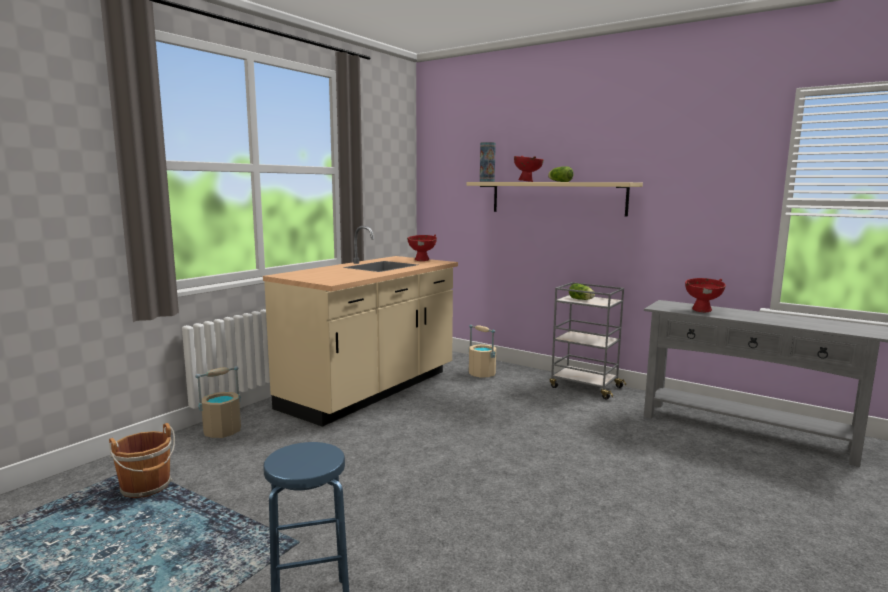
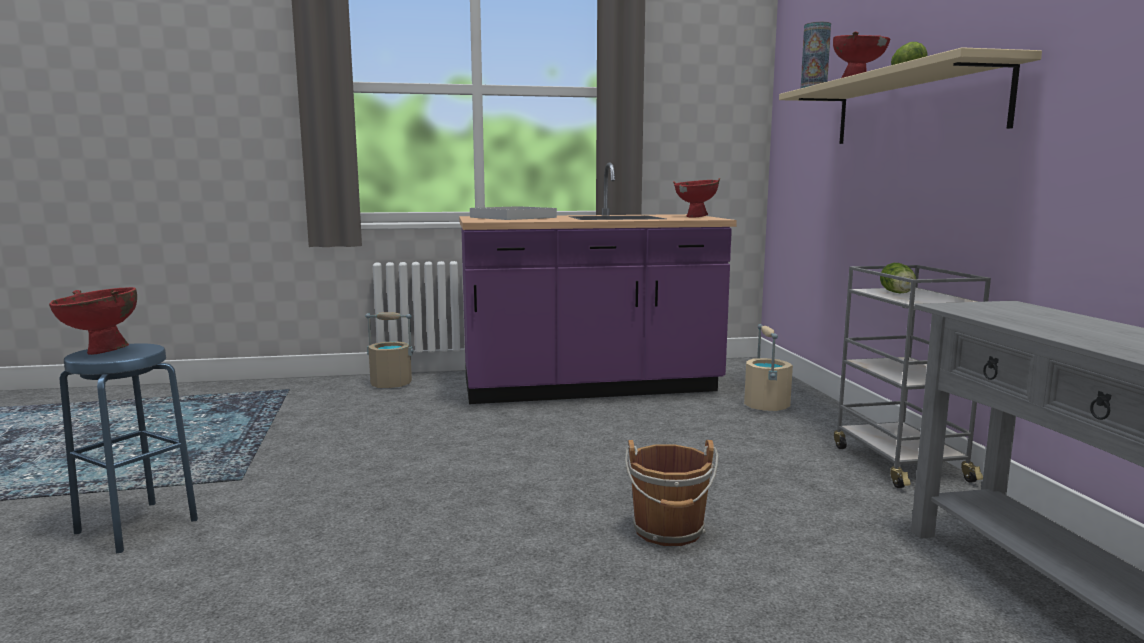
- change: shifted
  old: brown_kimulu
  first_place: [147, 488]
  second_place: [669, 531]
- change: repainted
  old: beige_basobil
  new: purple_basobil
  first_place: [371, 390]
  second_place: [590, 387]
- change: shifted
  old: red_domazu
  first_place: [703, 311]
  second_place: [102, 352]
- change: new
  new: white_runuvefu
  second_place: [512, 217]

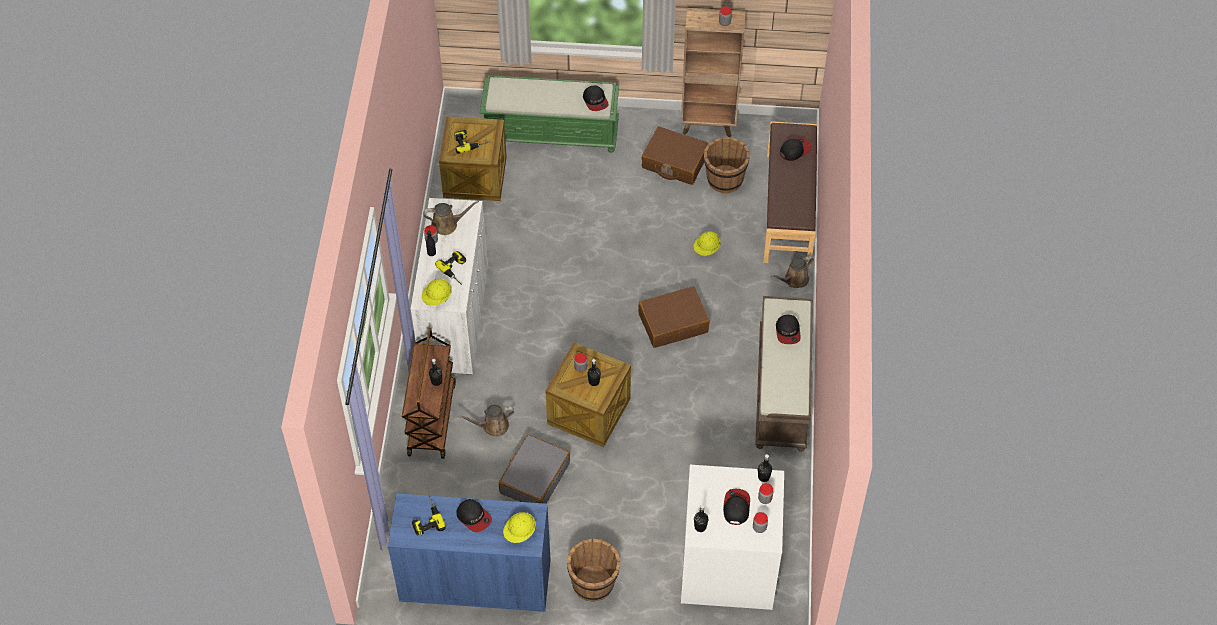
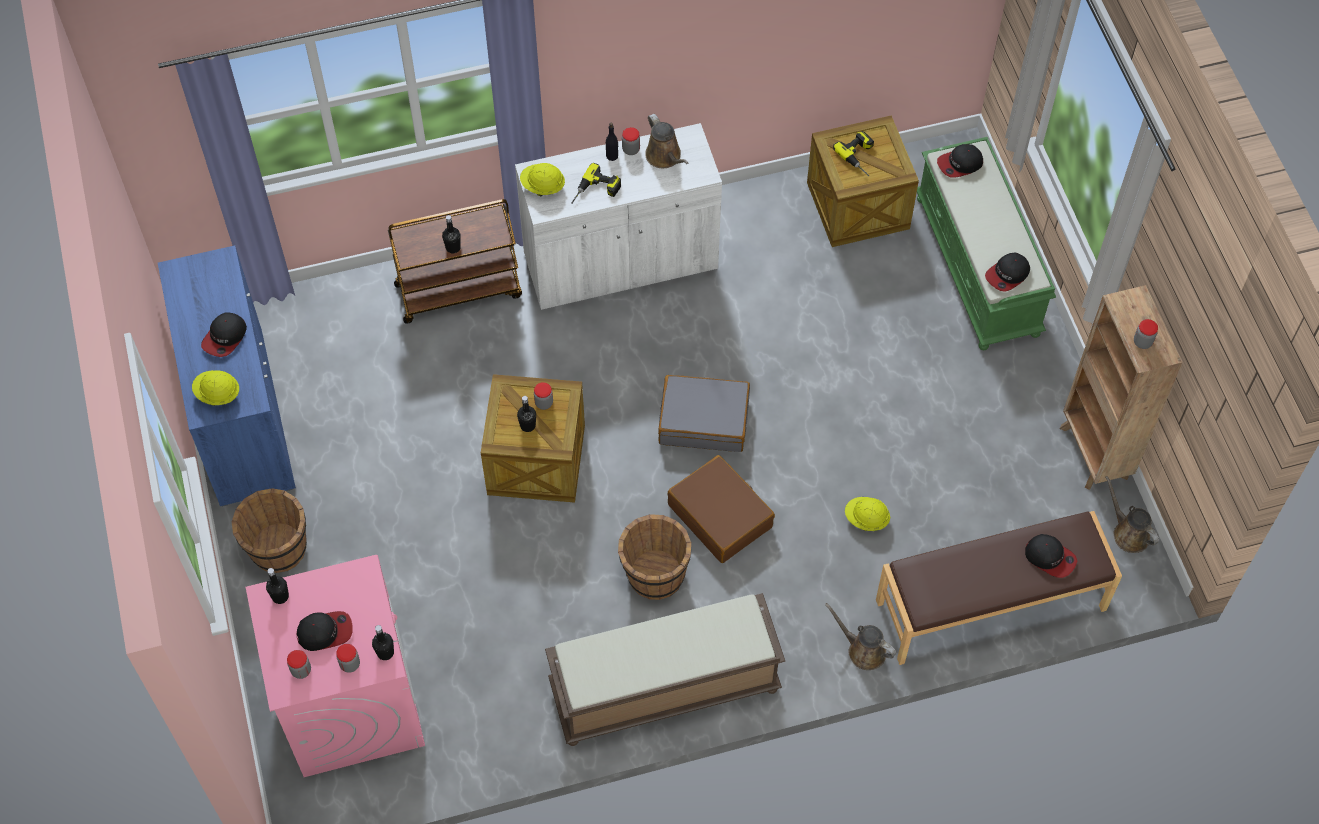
- change: gone
  old: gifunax
  first_place: [426, 518]
- change: shifted
  old: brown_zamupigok
  first_place: [492, 426]
  second_place: [1128, 533]
- change: shifted
  old: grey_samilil
  first_place: [534, 477]
  second_place: [704, 420]
- change: gone
  old: brown_samilil
  first_place: [674, 162]
- change: repainted
  old: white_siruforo
  new: pink_siruforo
  first_place: [727, 567]
  second_place: [351, 701]
- change: shifted
  old: brown_kimulu
  first_place: [724, 180]
  second_place: [654, 574]
- change: shifted
  old: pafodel
  first_place: [788, 332]
  second_place: [960, 164]

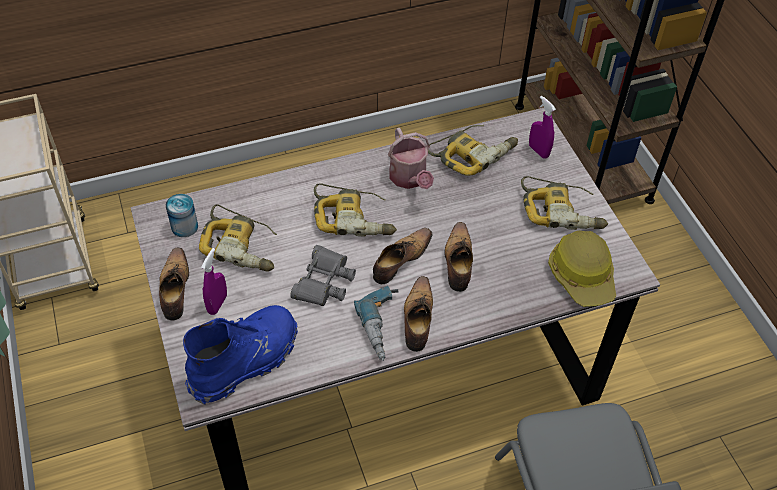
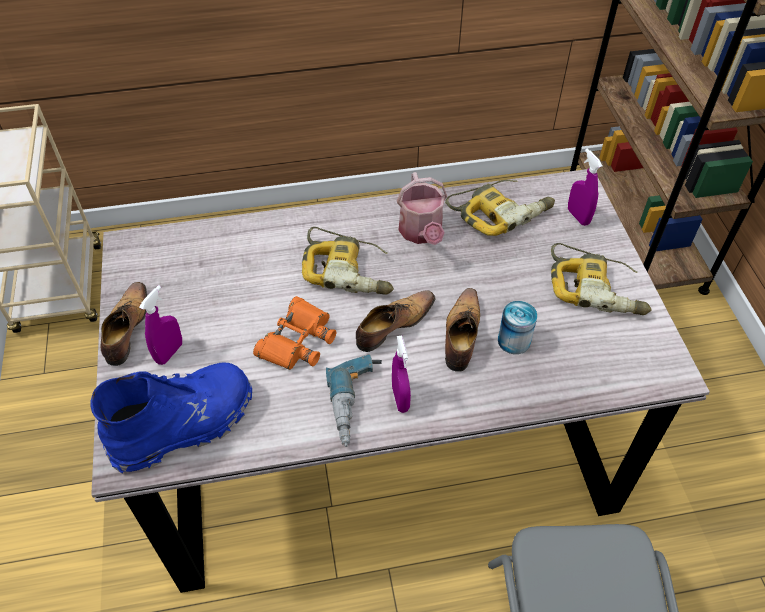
- change: shifted
  old: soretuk
  first_place: [184, 227]
  second_place: [514, 340]
- change: gone
  old: gifunax
  first_place: [242, 245]
- change: repainted
  old: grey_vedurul
  new: orange_vedurul
  first_place: [323, 281]
  second_place: [297, 340]
- change: swapped
  old: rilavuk
  new: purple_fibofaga
  first_place: [418, 318]
  second_place: [400, 398]
- change: gone
  old: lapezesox
  first_place: [582, 275]

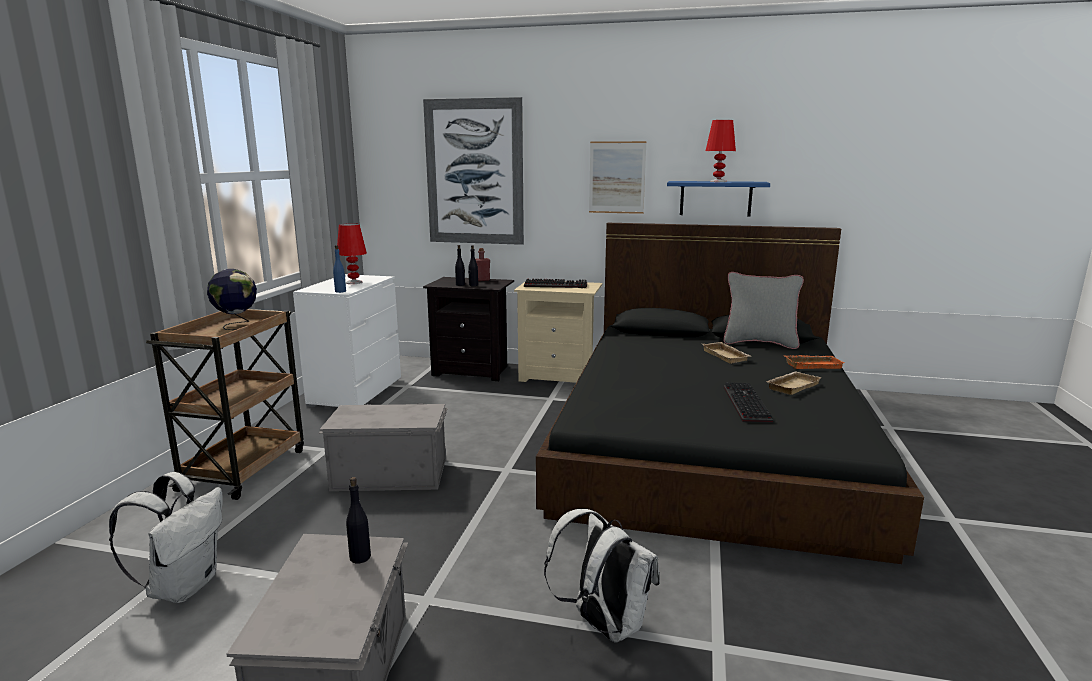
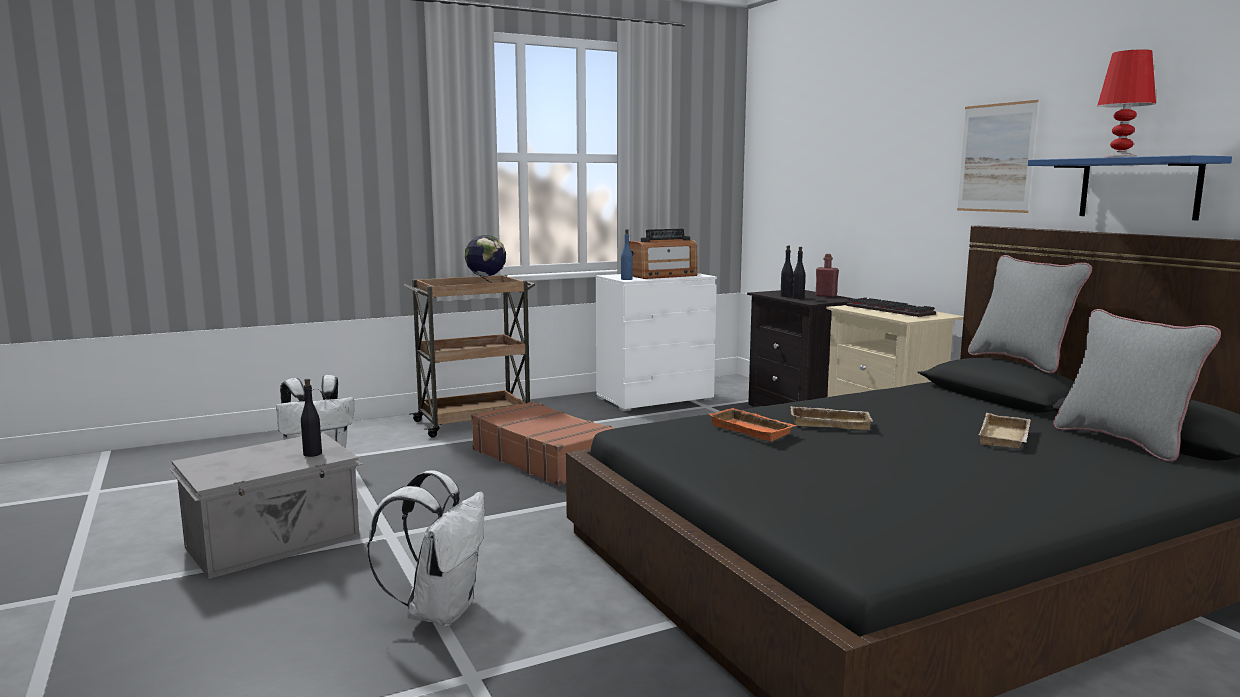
- change: swapped
  old: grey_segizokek
  new: brown_samilil
  first_place: [389, 473]
  second_place: [545, 458]
- change: swapped
  old: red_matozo
  new: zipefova
  first_place: [354, 282]
  second_place: [663, 276]
- change: gone
  old: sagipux
  first_place: [474, 172]
- change: gone
  old: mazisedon
  first_place: [744, 403]
- change: shifted
  old: beige_runuvefu
  first_place: [792, 386]
  second_place: [831, 423]
- change: shifted
  old: orange_runuvefu
  first_place: [813, 365]
  second_place: [753, 430]
- change: new
  new: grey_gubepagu
  second_place: [1021, 362]

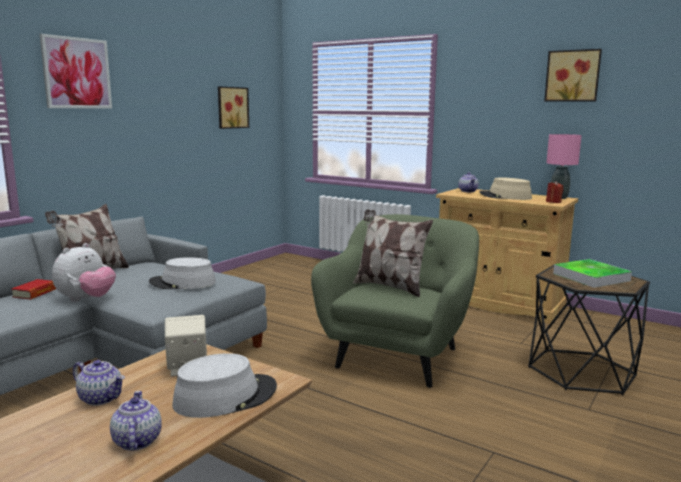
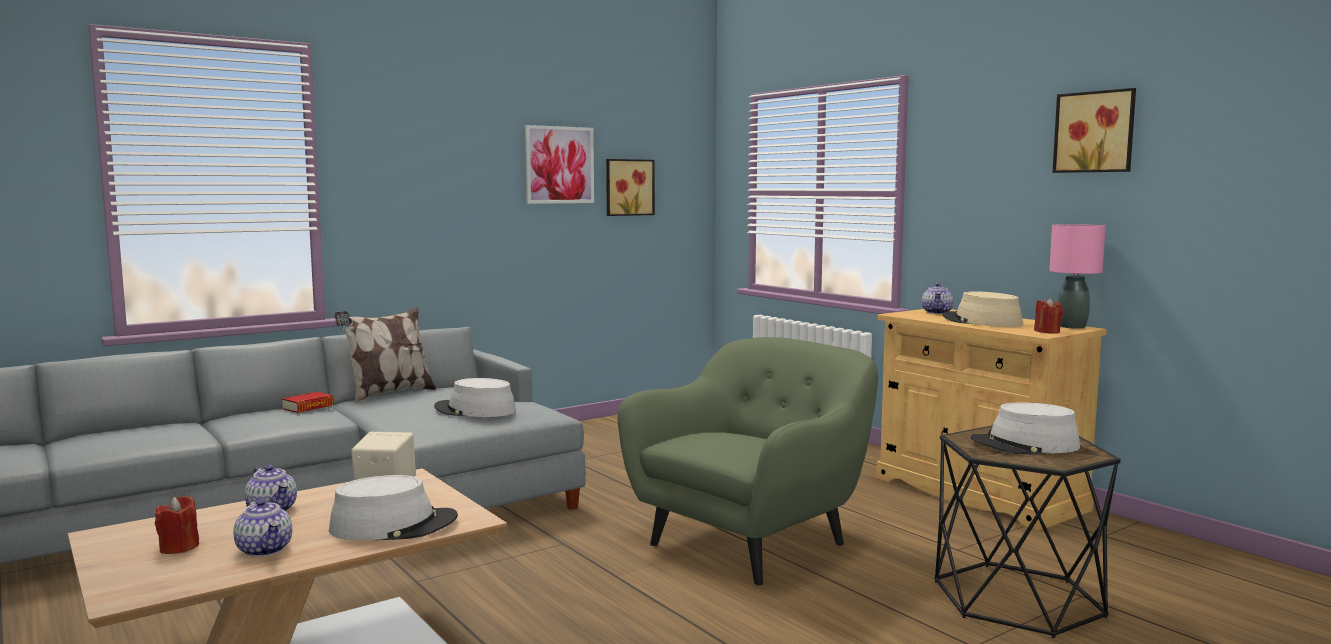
- change: shifted
  old: sagipux
  first_place: [77, 73]
  second_place: [559, 165]
- change: gone
  old: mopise
  first_place: [86, 299]
- change: rotated
  old: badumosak
  first_place: [136, 441]
  second_place: [265, 550]
  degrees: 135
- change: gone
  old: gubepagu
  first_place: [389, 286]
- change: swapped
  old: runuvefu
  new: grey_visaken
  first_place: [591, 277]
  second_place: [1025, 445]
- change: new
  new: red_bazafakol
  second_place: [179, 547]

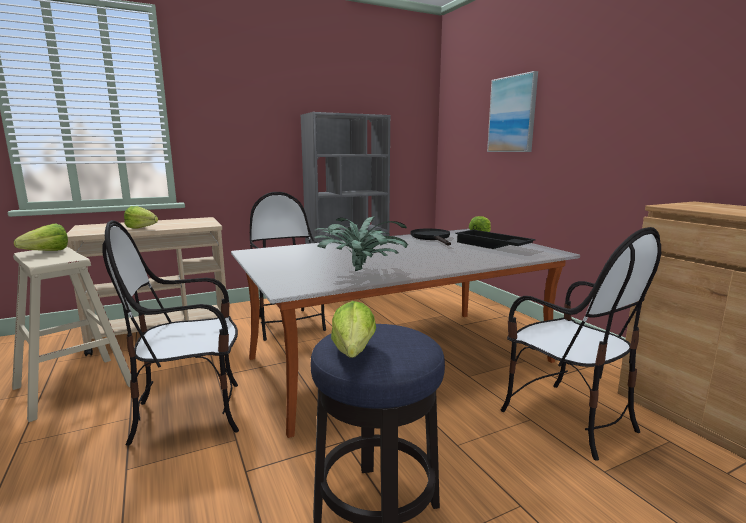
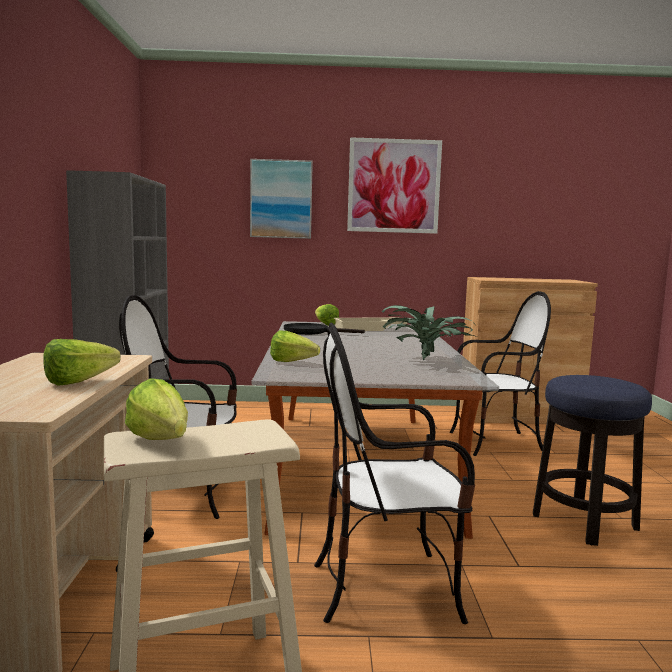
- change: rotated
  old: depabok
  first_place: [190, 413]
  second_place: [387, 588]
  degrees: 75
- change: shifted
  old: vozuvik
  first_place: [351, 356]
  second_place: [295, 363]
- change: repainted
  old: black_runuvefu
  new: beige_runuvefu
  first_place: [491, 245]
  second_place: [370, 329]
- change: new
  new: sagipux
  second_place: [394, 186]

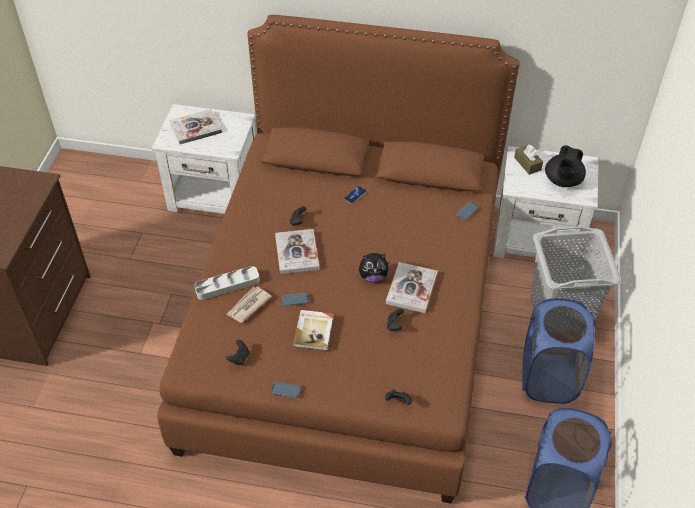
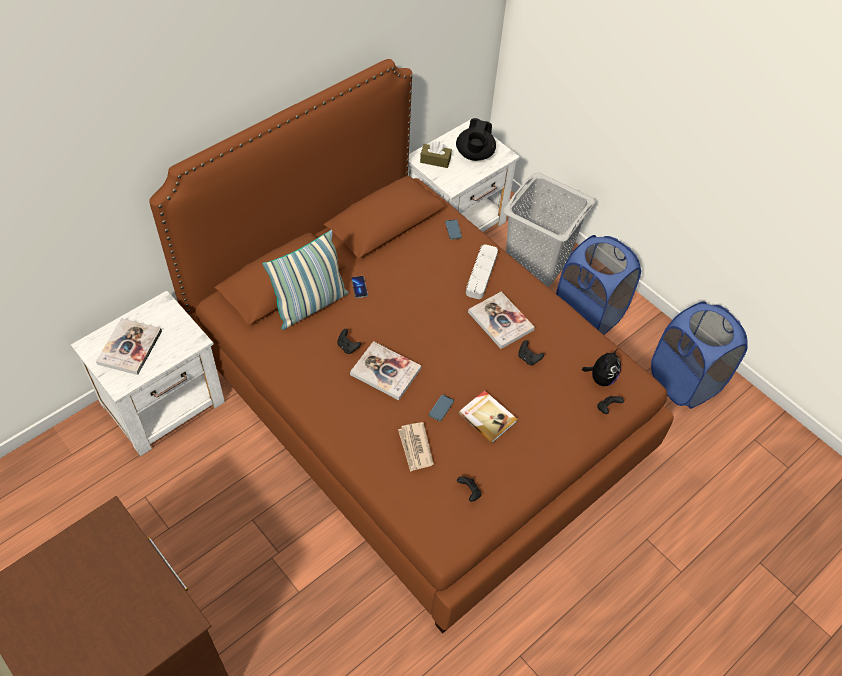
- change: shifted
  old: grey_runuvefu
  first_place: [227, 285]
  second_place: [481, 274]
- change: gone
  old: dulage
  first_place: [286, 390]
- change: shifted
  old: mopise
  first_place: [373, 276]
  second_place: [601, 378]
- change: rotated
  old: black_badumosak
  first_place: [562, 181]
  second_place: [474, 155]
  degrees: 45
- change: new
  new: gubepagu
  second_place: [310, 305]

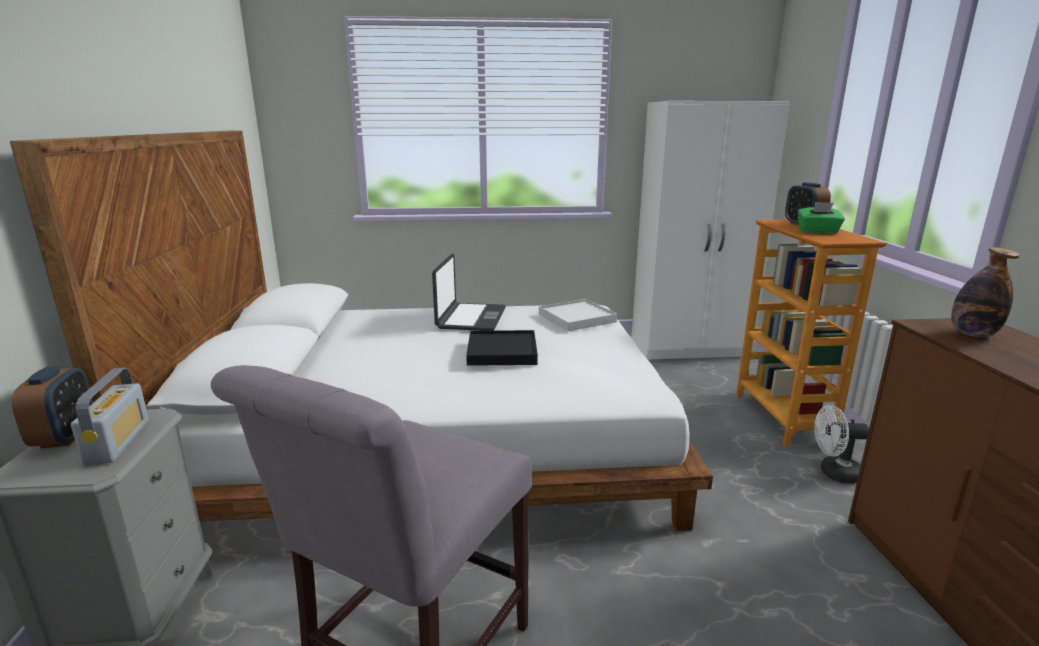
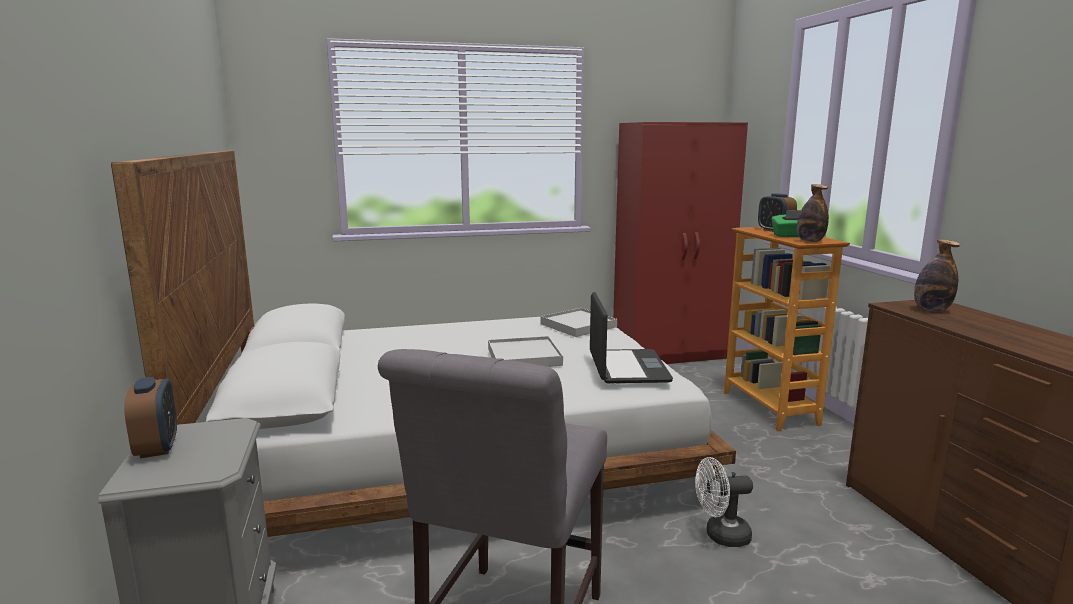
- change: gone
  old: zipefova
  first_place: [118, 442]
- change: shifted
  old: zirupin
  first_place: [470, 318]
  second_place: [627, 368]
- change: repainted
  old: black_runuvefu
  new: white_runuvefu
  first_place: [502, 351]
  second_place: [524, 357]
- change: repainted
  old: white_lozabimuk
  new: red_lozabimuk
  first_place: [690, 348]
  second_place: [670, 354]
- change: shifted
  old: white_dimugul
  first_place: [834, 473]
  second_place: [721, 536]
- change: new
  new: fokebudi
  second_place: [810, 241]

